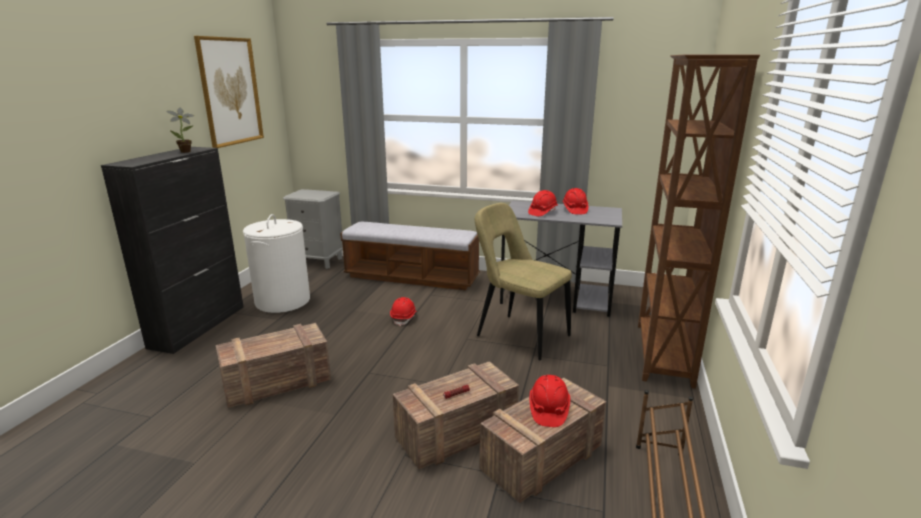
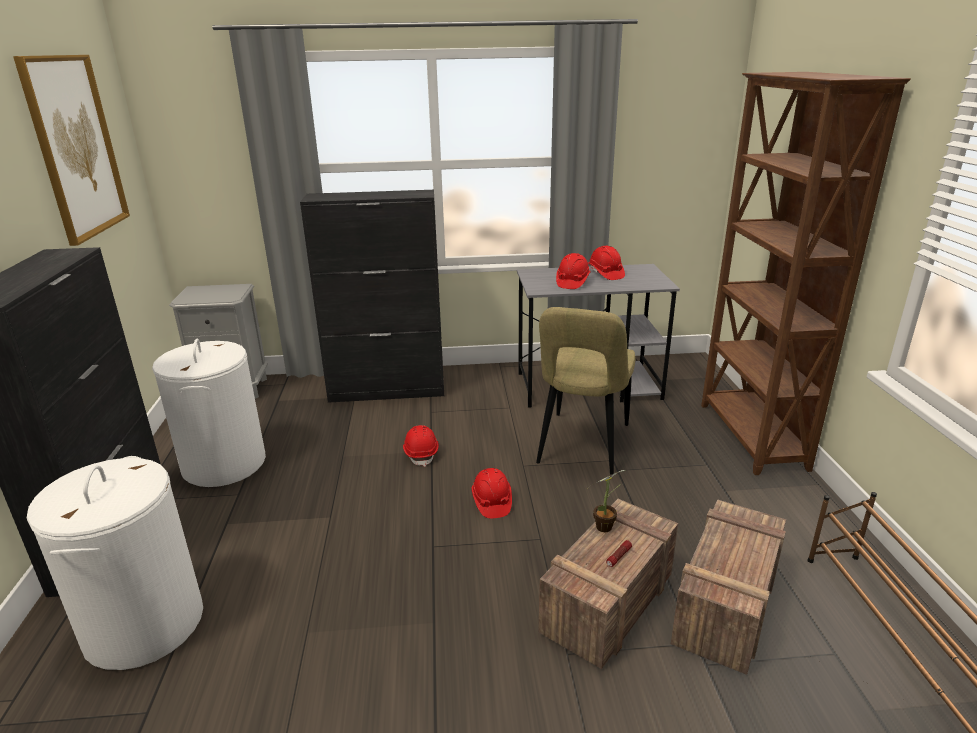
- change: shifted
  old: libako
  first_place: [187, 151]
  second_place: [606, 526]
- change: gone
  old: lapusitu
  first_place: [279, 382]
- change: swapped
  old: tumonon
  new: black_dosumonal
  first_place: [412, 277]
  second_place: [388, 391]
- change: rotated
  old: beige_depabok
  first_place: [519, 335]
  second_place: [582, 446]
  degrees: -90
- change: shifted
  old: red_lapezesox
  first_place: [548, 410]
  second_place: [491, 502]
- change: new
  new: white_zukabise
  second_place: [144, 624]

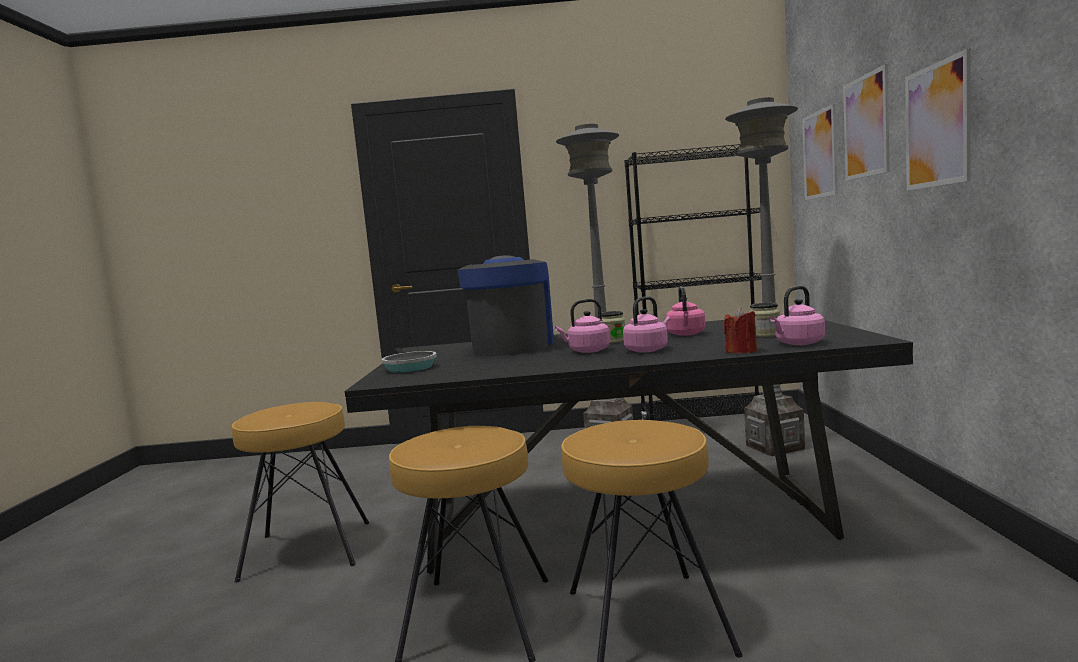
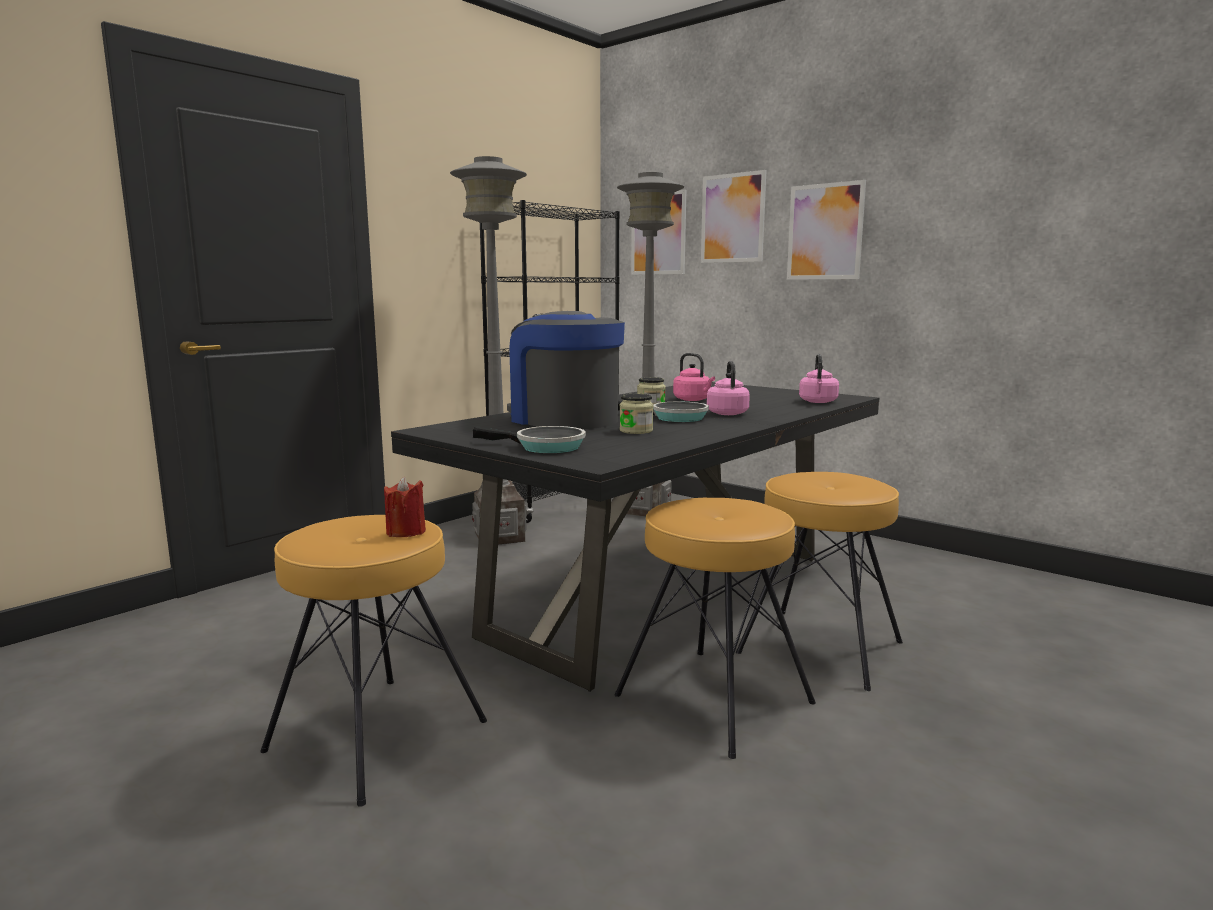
- change: swapped
  old: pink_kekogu
  new: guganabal
  first_place: [587, 351]
  second_place: [674, 418]
- change: shifted
  old: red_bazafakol
  first_place: [741, 351]
  second_place: [406, 532]
- change: shifted
  old: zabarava
  first_place: [765, 335]
  second_place: [636, 431]

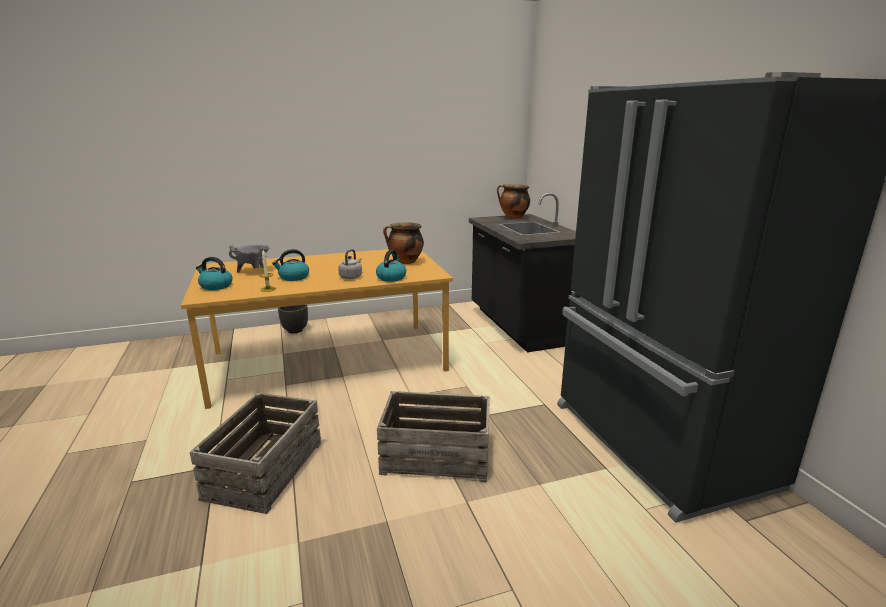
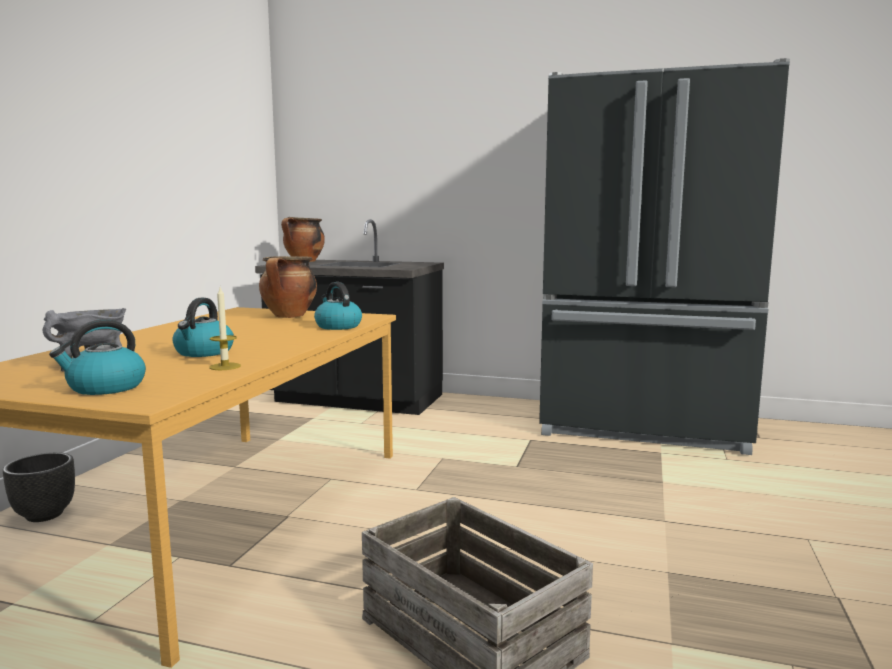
- change: gone
  old: grey_kekogu
  first_place: [351, 277]
- change: gone
  old: lapusitu
  first_place: [436, 455]

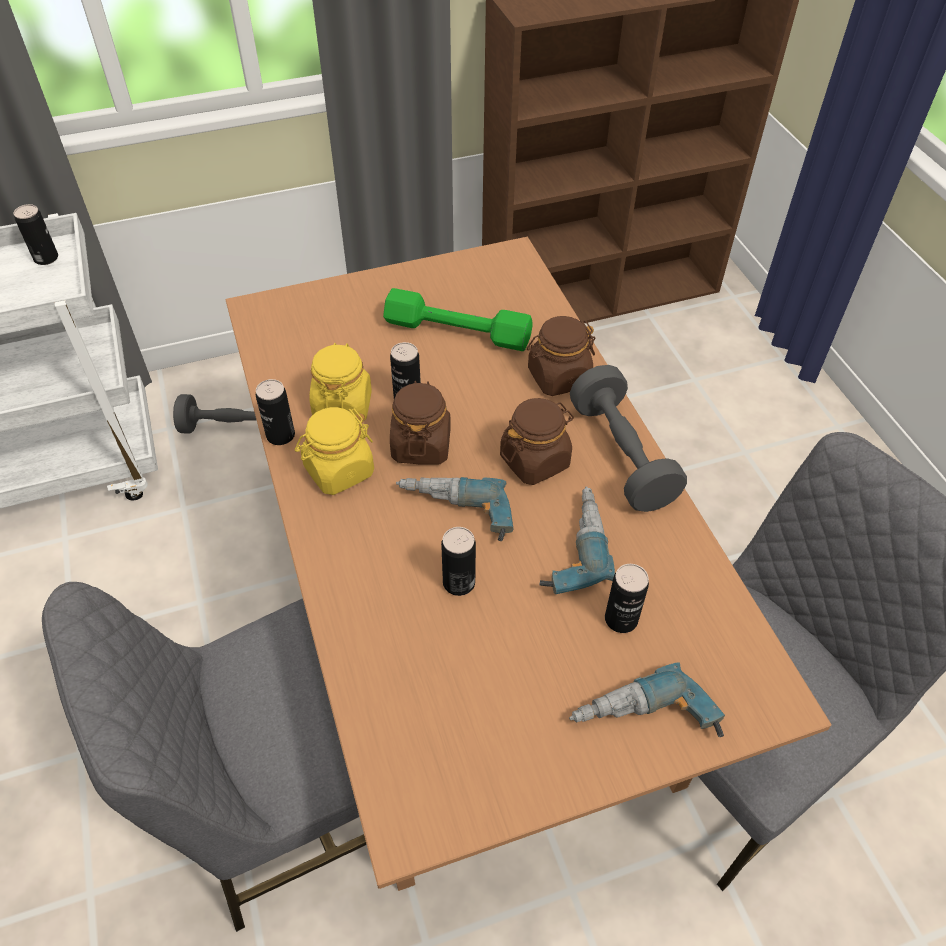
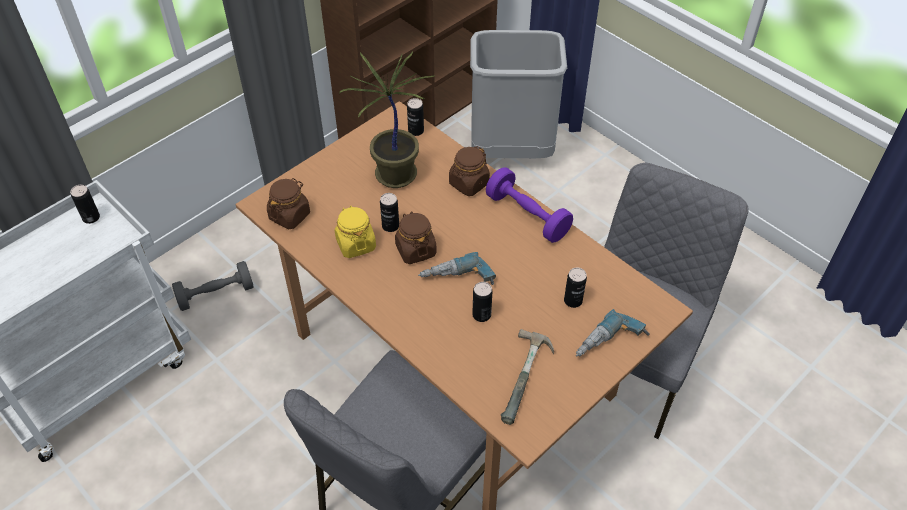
- change: shifted
  old: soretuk
  first_place: [280, 435]
  second_place: [416, 131]
- change: gone
  old: yellow_zabarava
  first_place: [338, 471]
- change: swapped
  old: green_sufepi
  new: libako
  first_place: [457, 331]
  second_place: [394, 176]
- change: shifted
  old: brown_zabarava
  first_place: [535, 461]
  second_place: [289, 215]
- change: gone
  old: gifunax
  first_place: [569, 546]
- change: repainted
  old: grey_sufepi
  new: purple_sufepi
  first_place: [621, 455]
  second_place: [527, 216]
- change: new
  new: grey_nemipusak
  second_place: [511, 151]
- change: new
  new: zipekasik
  second_place: [528, 380]

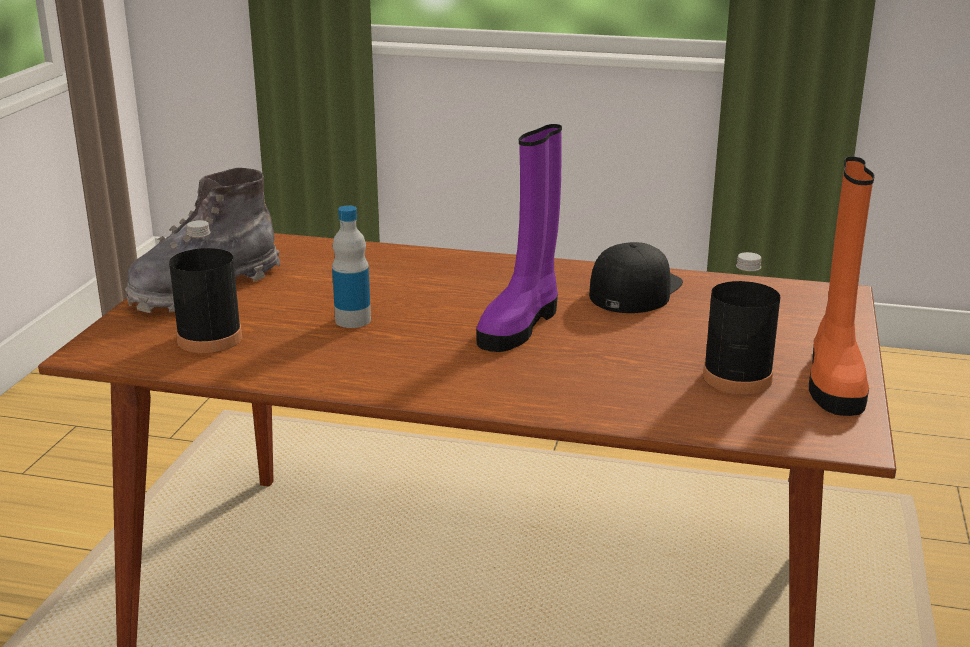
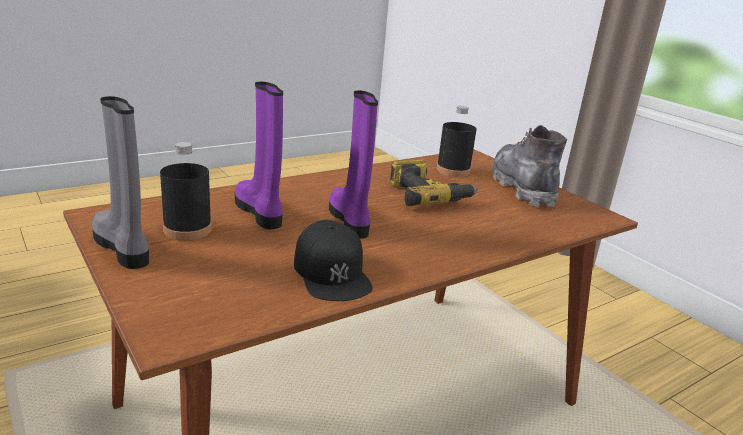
- change: swapped
  old: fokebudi
  new: gifunax
  first_place: [353, 320]
  second_place: [427, 195]
- change: repainted
  old: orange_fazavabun
  new: grey_fazavabun
  first_place: [834, 380]
  second_place: [123, 248]
- change: new
  new: purple_fazavabun
  second_place: [260, 212]

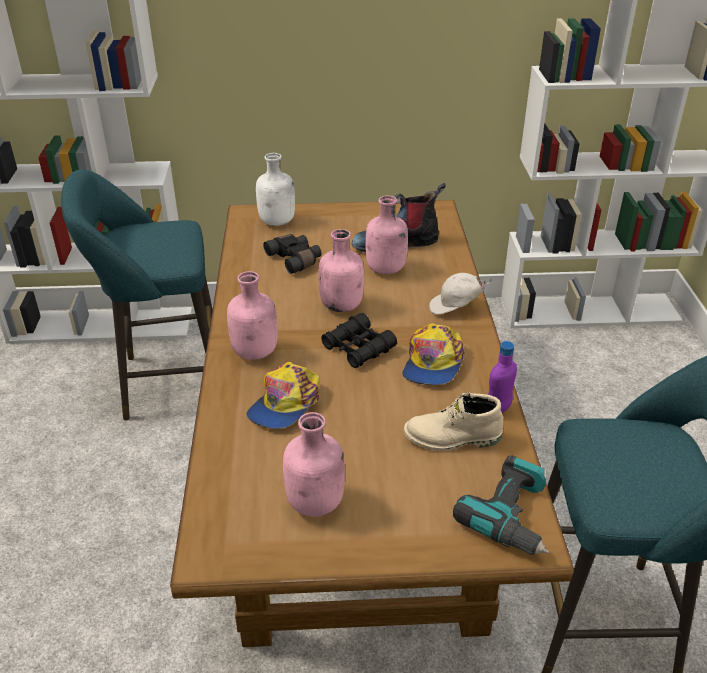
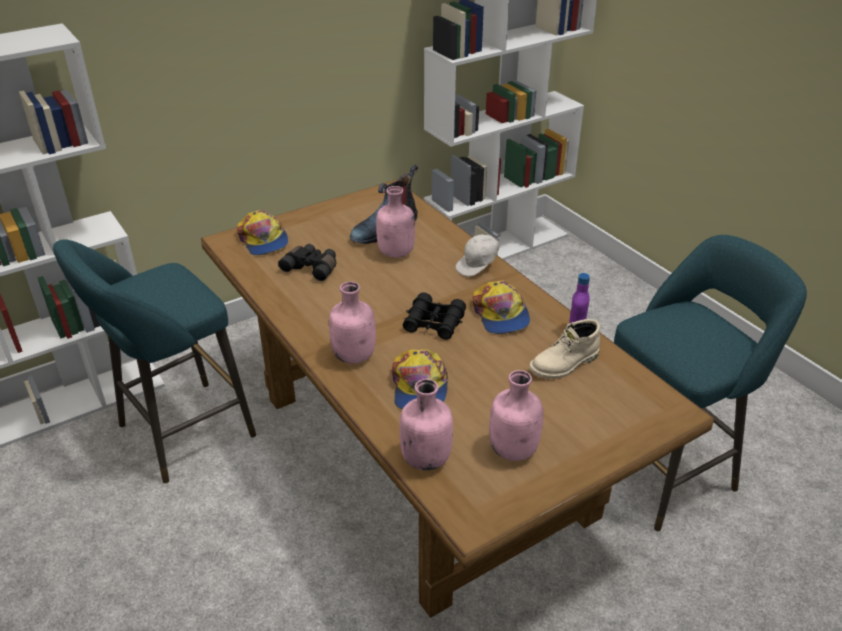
- change: swapped
  old: white_fokebudi
  new: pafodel
  first_place: [278, 222]
  second_place: [263, 240]
- change: shifted
  old: pink_fokebudi
  first_place: [342, 305]
  second_place: [426, 458]
- change: gone
  old: gifunax
  first_place: [512, 516]

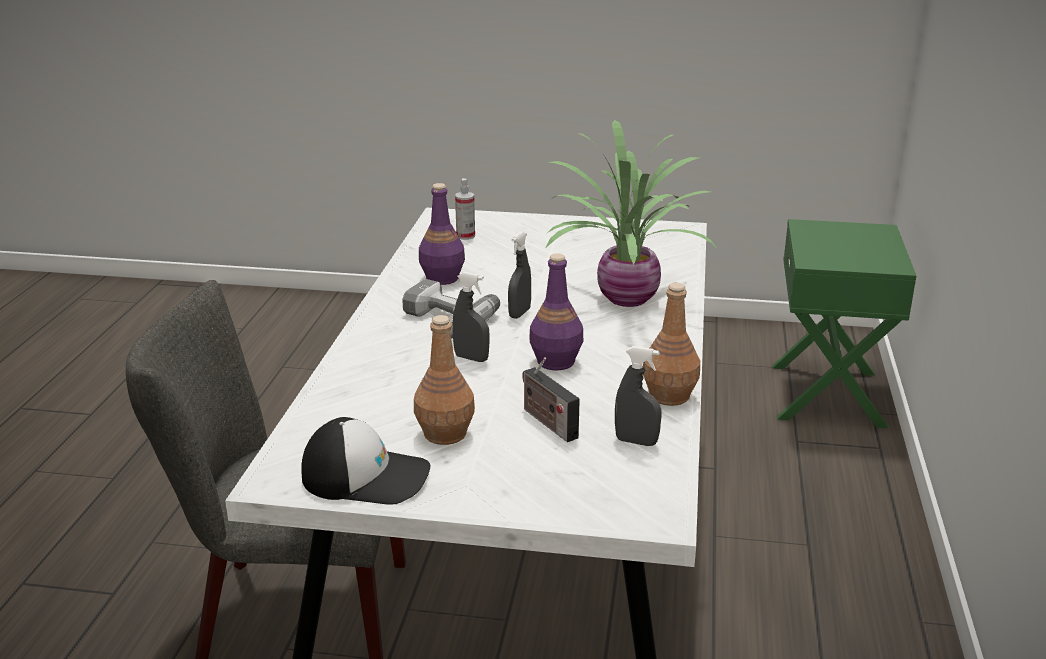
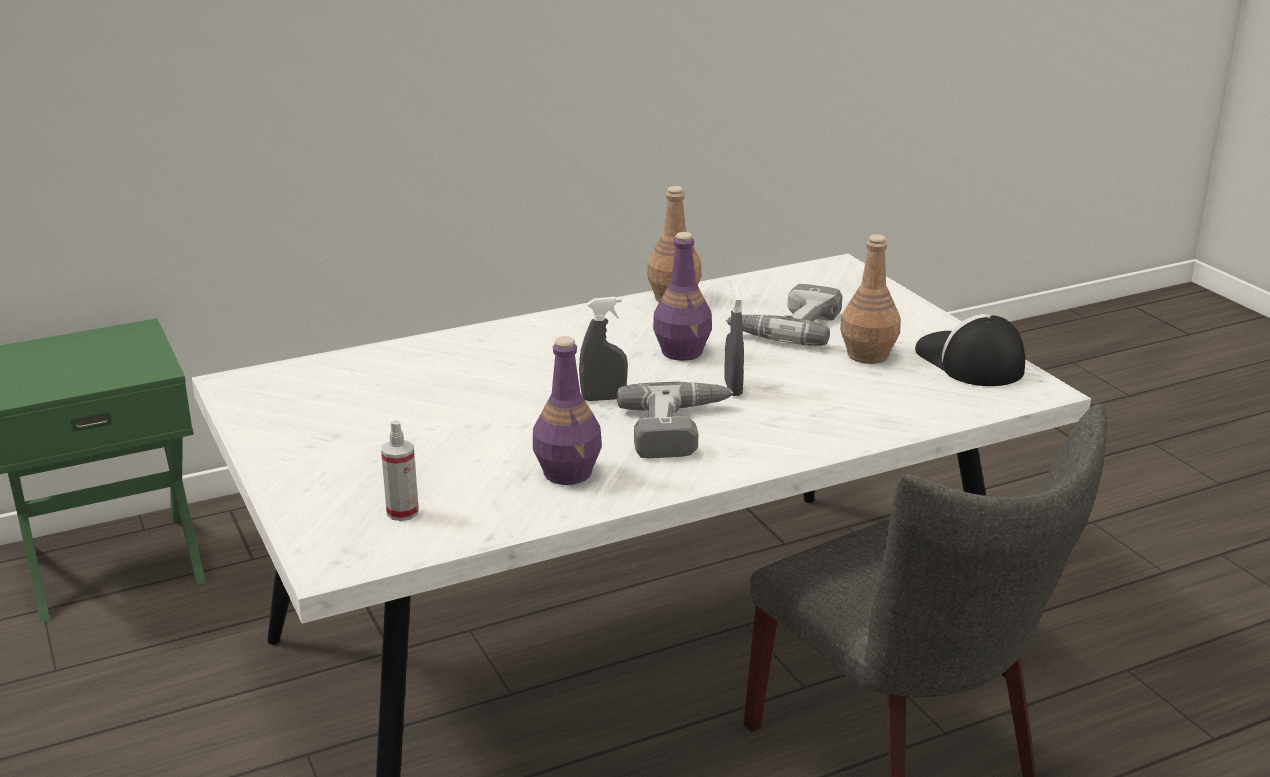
- change: swapped
  old: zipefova
  new: gifunax
  first_place: [547, 422]
  second_place: [786, 326]
- change: gone
  old: libako
  first_place: [626, 297]
- change: gone
  old: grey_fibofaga
  first_place: [636, 441]

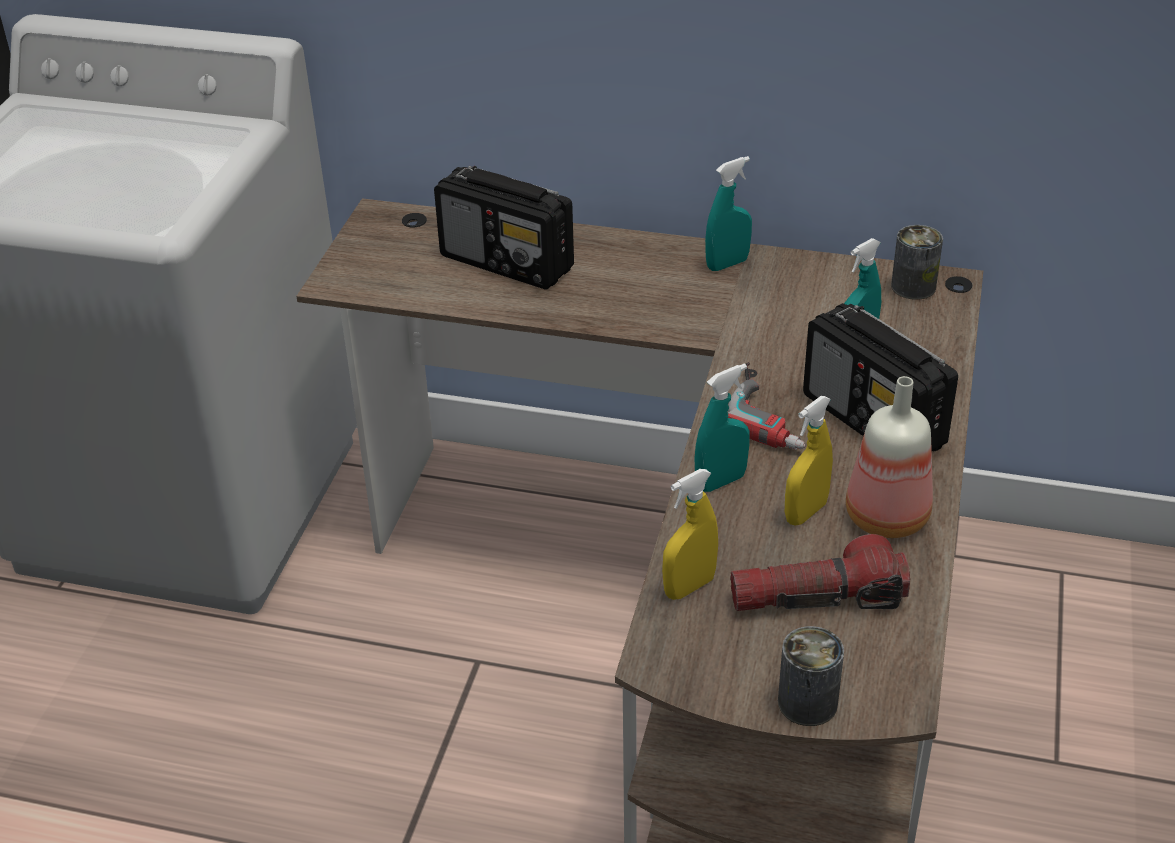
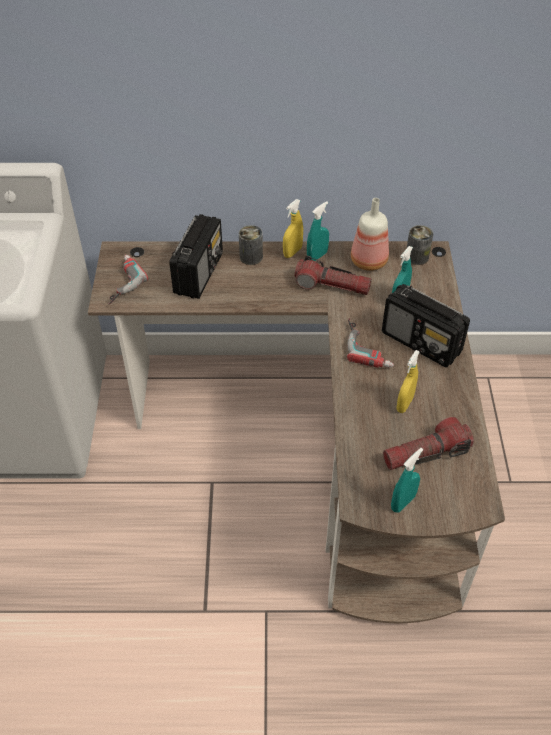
- change: rotated
  old: zipefova
  first_place: [507, 263]
  second_place: [199, 273]
  degrees: -90
- change: shifted
  old: yellow_fibofaga
  first_place: [689, 587]
  second_place: [292, 252]
- change: shifted
  old: turquoise_fibofaga
  first_place: [720, 481]
  second_place: [403, 502]
- change: shifted
  old: soretuk
  first_place: [807, 702]
  second_place: [251, 257]
- change: shifted
  old: fokebudi
  first_place: [884, 516]
  second_place: [367, 261]
- change: new
  new: gifunax
  second_place: [119, 282]
- change: new
  new: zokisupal
  second_place: [332, 286]

